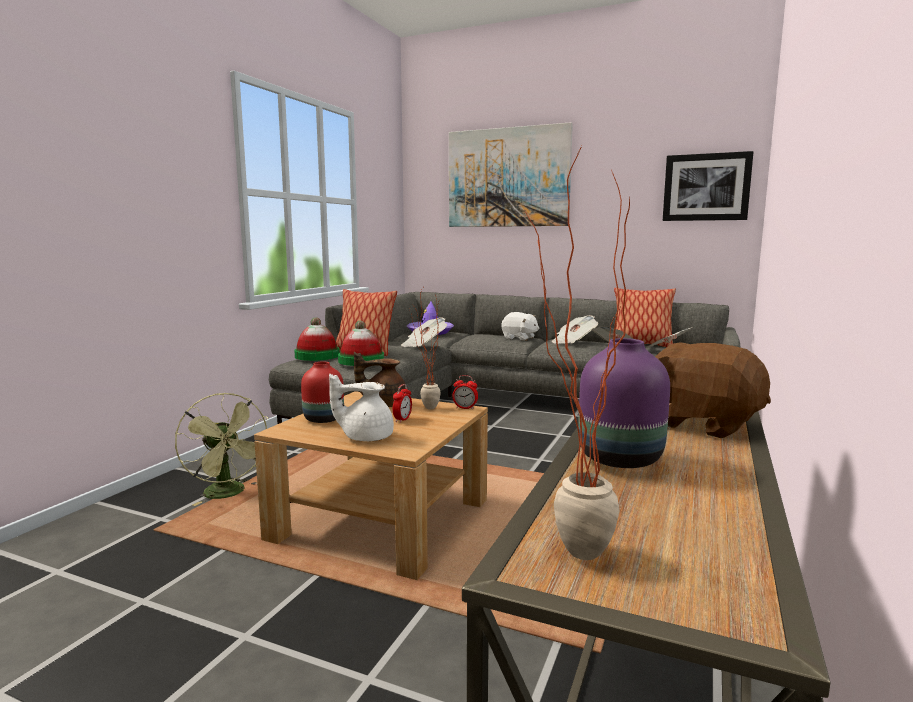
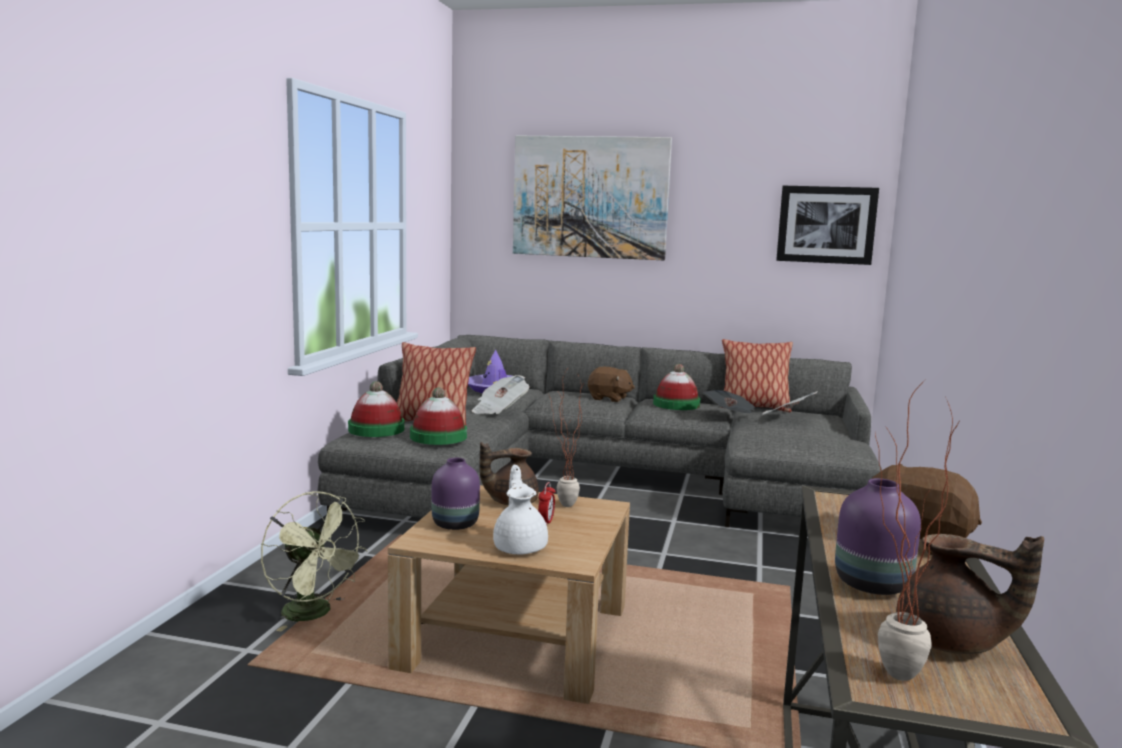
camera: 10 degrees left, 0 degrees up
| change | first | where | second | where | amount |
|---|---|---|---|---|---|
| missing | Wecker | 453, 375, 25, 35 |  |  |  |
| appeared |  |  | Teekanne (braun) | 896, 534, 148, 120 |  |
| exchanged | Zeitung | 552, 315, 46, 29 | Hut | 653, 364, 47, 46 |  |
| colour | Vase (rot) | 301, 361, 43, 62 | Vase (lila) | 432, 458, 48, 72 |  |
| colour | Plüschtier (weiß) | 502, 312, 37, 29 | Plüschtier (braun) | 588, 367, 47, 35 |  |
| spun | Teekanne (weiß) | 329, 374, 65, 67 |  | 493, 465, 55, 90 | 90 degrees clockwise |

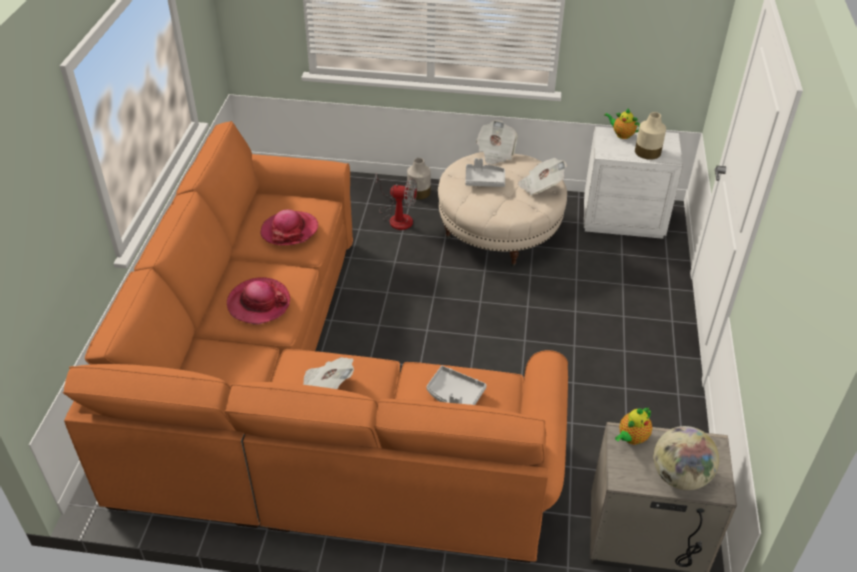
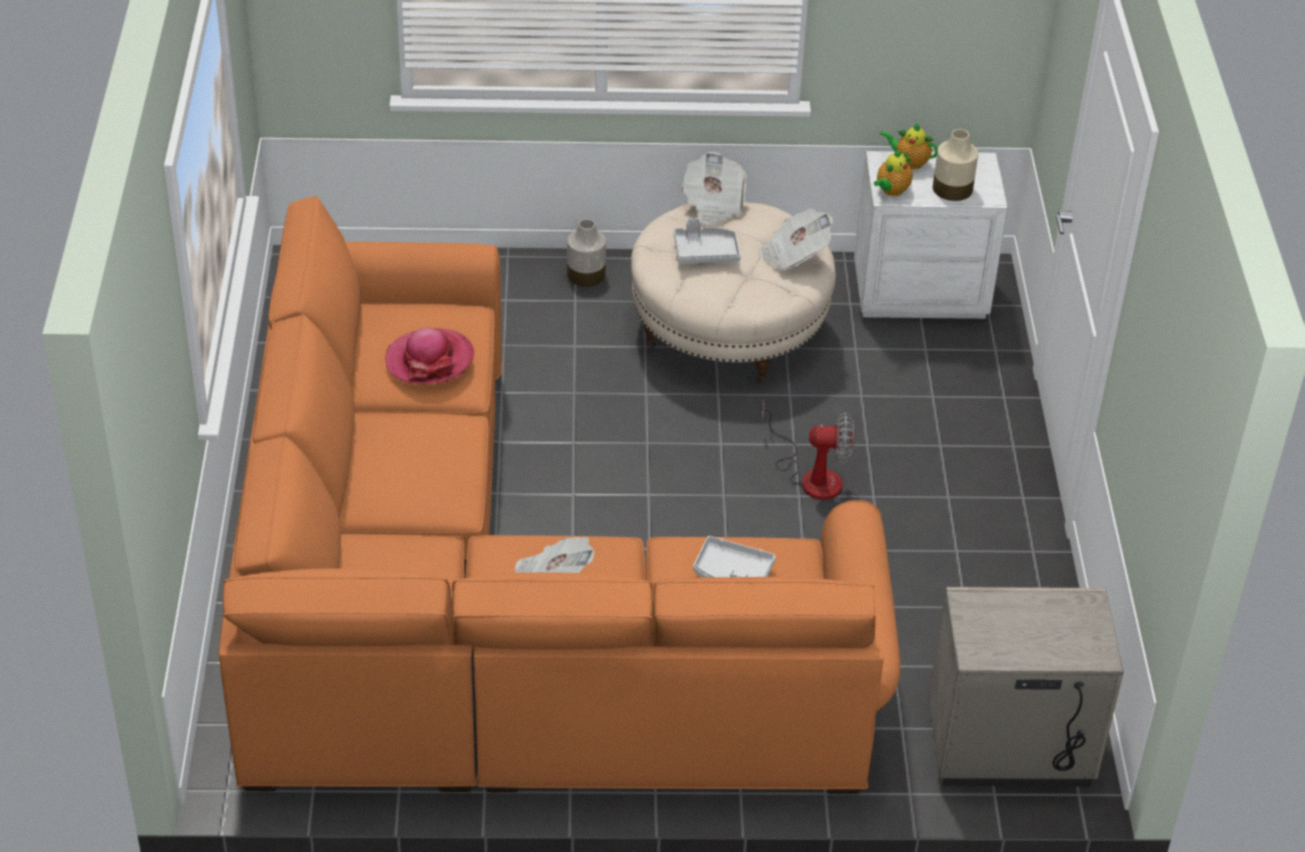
camera: 10 degrees left, 0 degrees up
| change | first | where | second | where | amount |
|---|---|---|---|---|---|
| missing | Hut | 227, 277, 63, 47 |  |  |  |
| missing | Globus | 654, 426, 65, 64 |  |  |  |
| relocated | Ventilator | 375, 174, 42, 56 |  | 763, 400, 91, 100 |  |
| relocated | Teekanne | 615, 407, 37, 38 |  | 874, 150, 39, 46 |  |

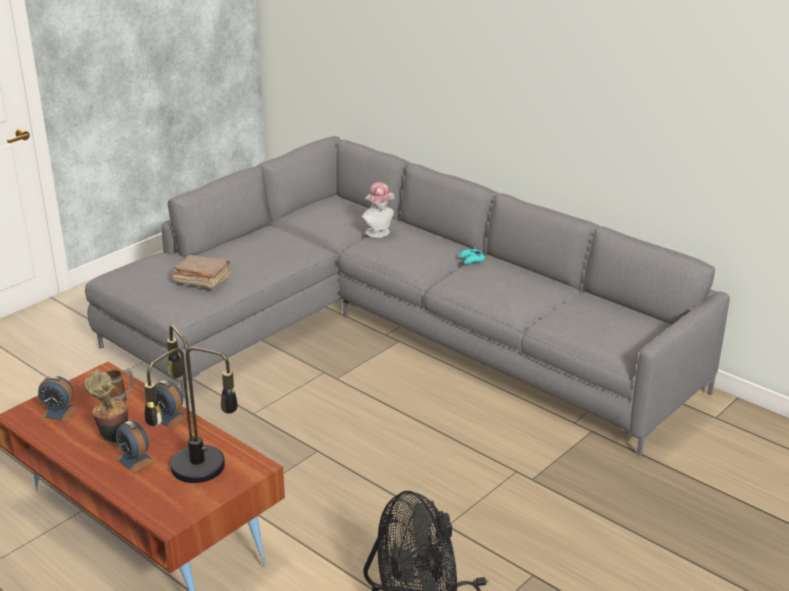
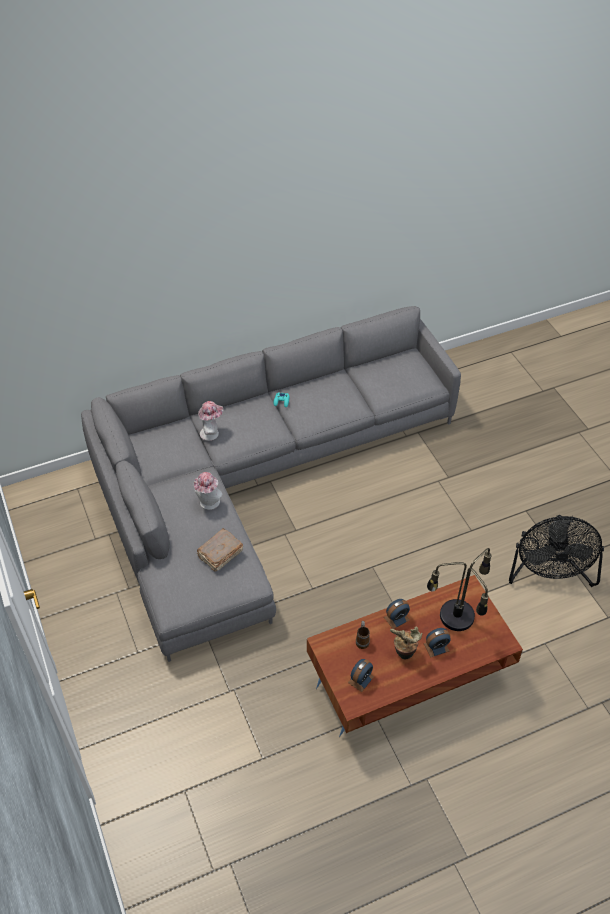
camera: 65 degrees left, 20 degrees up
| change | first | where | second | where | amount |
|---|---|---|---|---|---|
| appeared |  |  | Hut | 194, 472, 29, 38 |  |

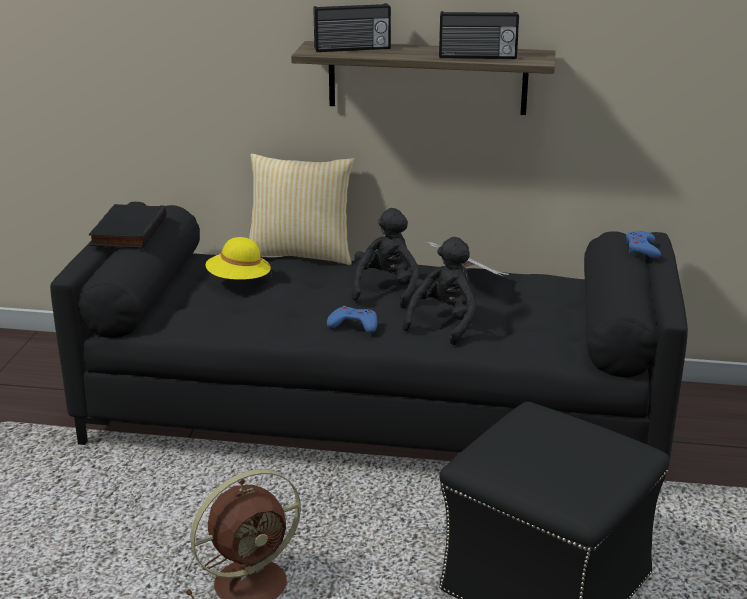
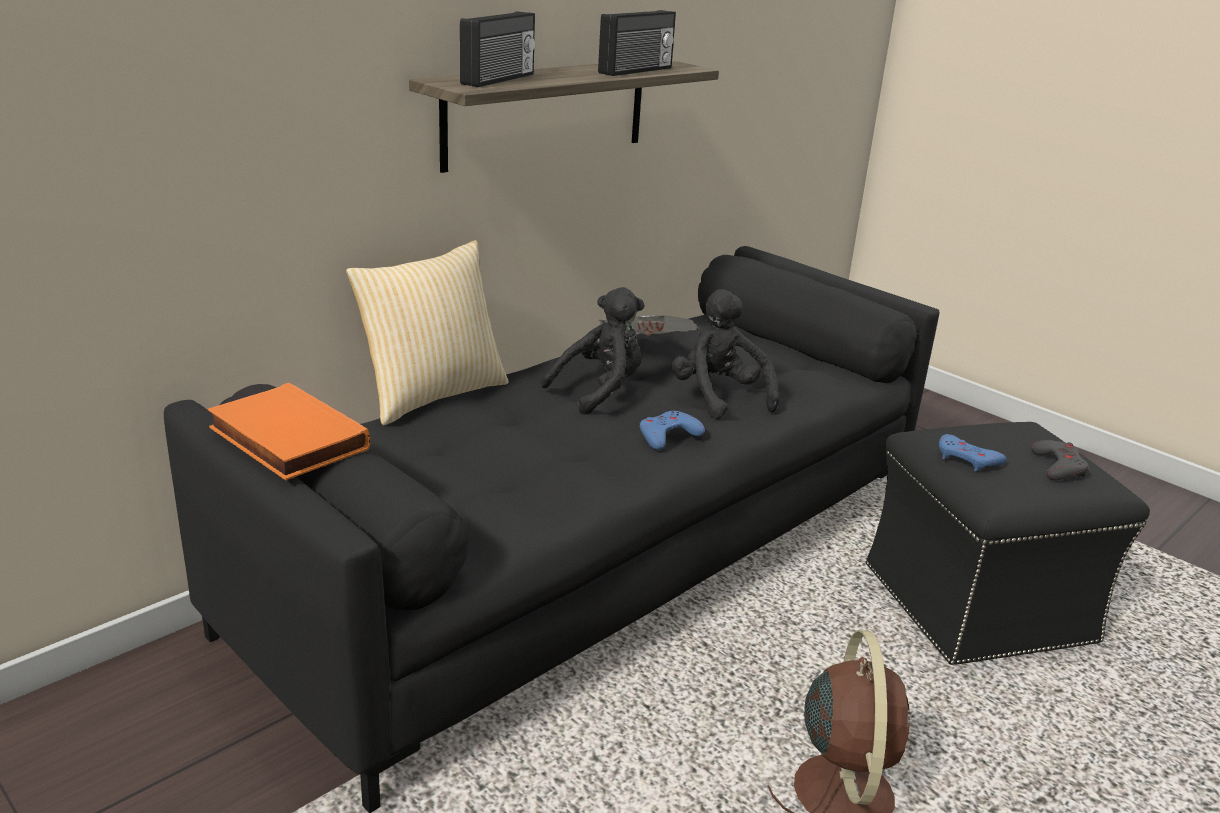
camera: 55 degrees left, 0 degrees up
| change | first | where | second | where | amount |
|---|---|---|---|---|---|
| missing | Hut (gelb) | 206, 237, 65, 43 |  |  |  |
| appeared |  |  | Gamepad (grau) | 1031, 440, 58, 40 |  |
| relocated | Gamepad (blau) | 626, 231, 35, 27 |  | 939, 434, 67, 37 |  |
| colour | Buch (schwarz) | 88, 204, 78, 45 | Buch (orange) | 208, 383, 162, 97 |  |
| spun | Plüschtier (schwarz) | 351, 208, 69, 100 |  | 541, 287, 104, 128 | 90 degrees clockwise |

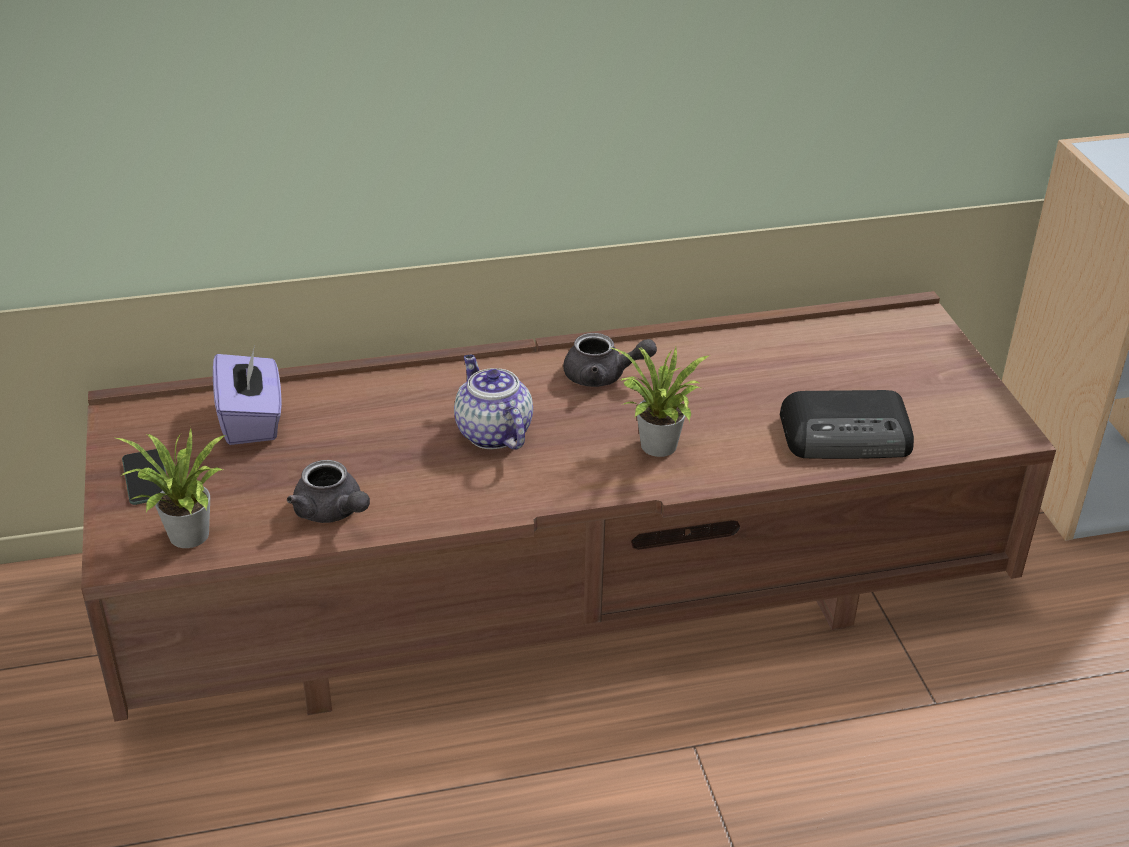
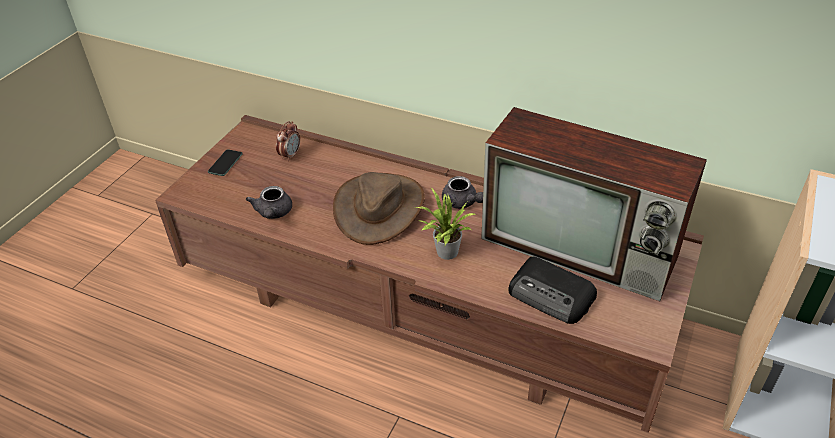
camera: 40 degrees right, 5 degrees up
| change | first | where | second | where | amount |
|---|---|---|---|---|---|
| missing | Topfpflanze | 116, 428, 109, 120 |  |  |  |
| appeared |  |  | Fernseher | 481, 107, 226, 194 |  |
| exchanged | Taschentuchbox (lila) | 213, 349, 69, 96 | Wecker | 276, 121, 24, 41 |  |
| exchanged | Teekanne | 454, 355, 79, 95 | Hut (braun) | 333, 172, 92, 73 |  |

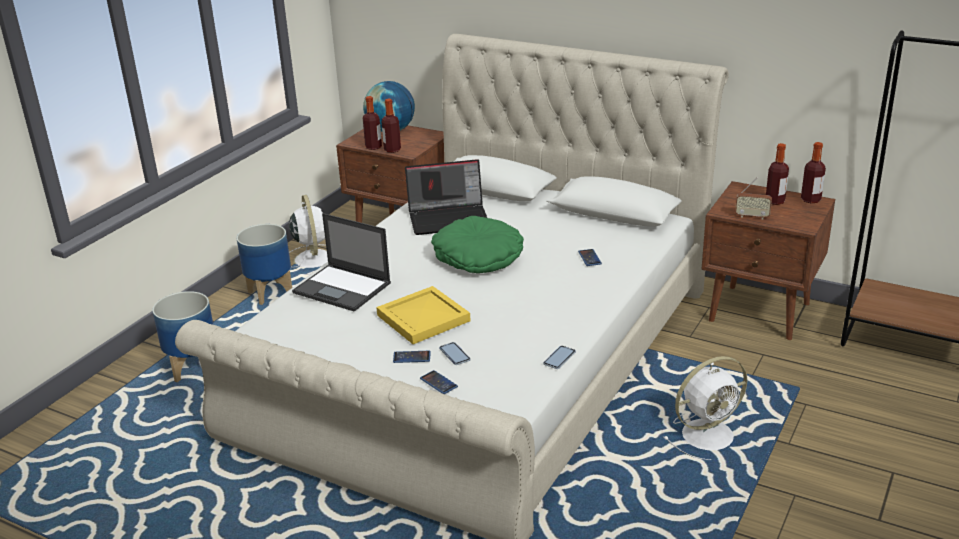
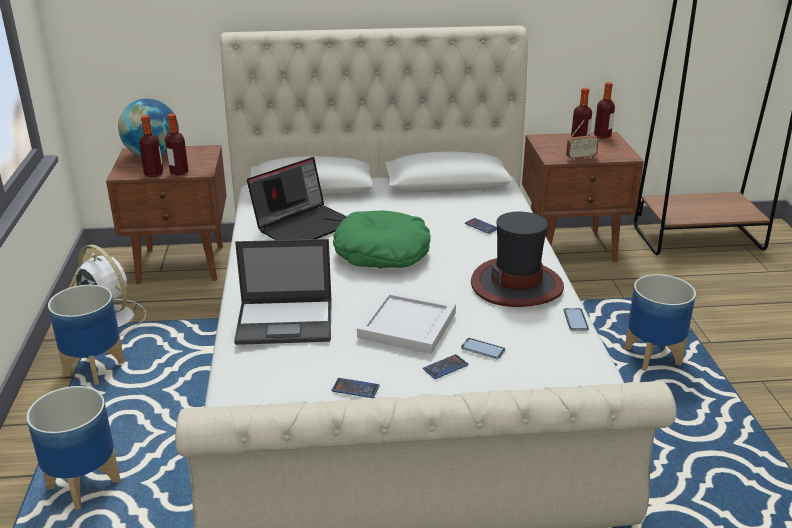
camera: 35 degrees left, 0 degrees up
| change | first | where | second | where | amount |
|---|---|---|---|---|---|
| appeared |  |  | Hut | 471, 211, 93, 96 |  |
| relocated | Handy | 420, 370, 38, 24 |  | 331, 378, 49, 20 |  |
| exchanged | Ventilator (weiß) | 664, 356, 83, 104 | Pflanzkübel | 624, 274, 72, 97 |  |
| colour | Tablett (gelb) | 376, 286, 94, 58 | Tablett (weiß) | 357, 290, 99, 64 |  |

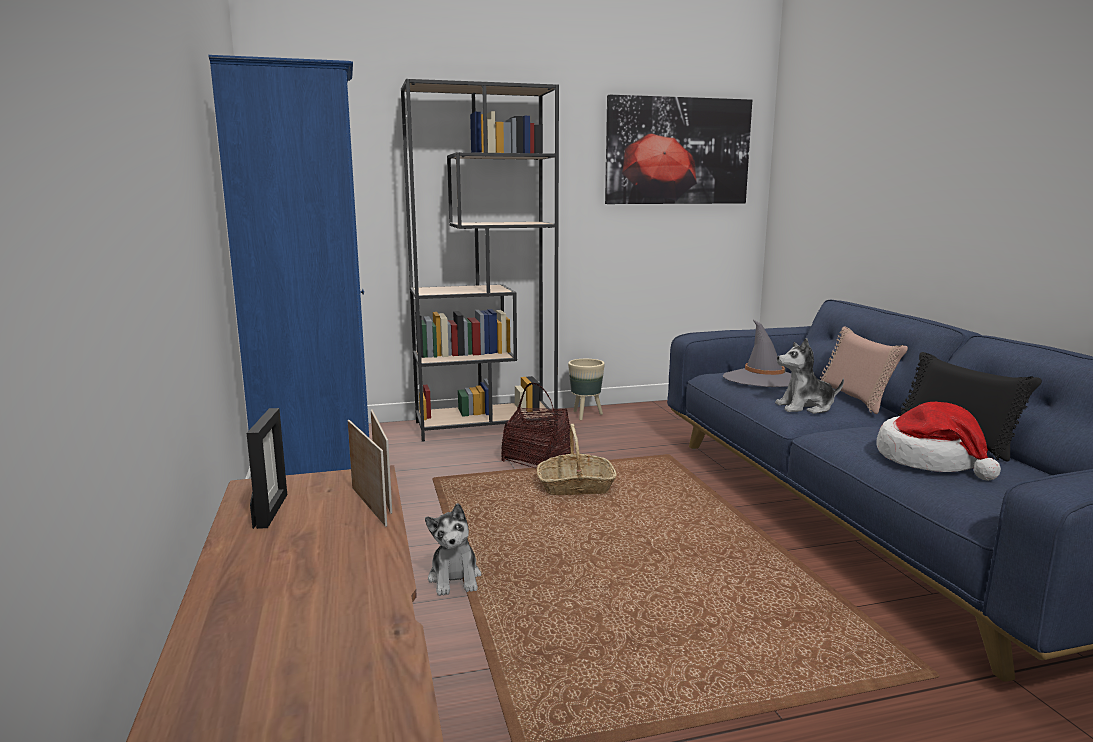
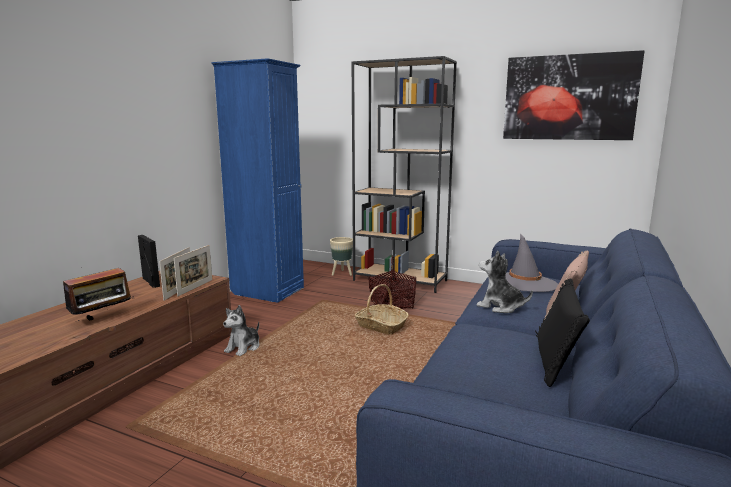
camera: 40 degrees right, 0 degrees up
| change | first | where | second | where | amount |
|---|---|---|---|---|---|
| missing | Hut | 876, 402, 125, 79 |  |  |  |
| appeared |  |  | Radio | 56, 267, 78, 55 |  |
| relocated | Pflanzkübel (beige) | 568, 359, 37, 61 |  | 330, 237, 23, 39 |  |
| spun | Bilderrahmen | 247, 408, 40, 121 |  | 138, 235, 22, 53 | 75 degrees counterclockwise |

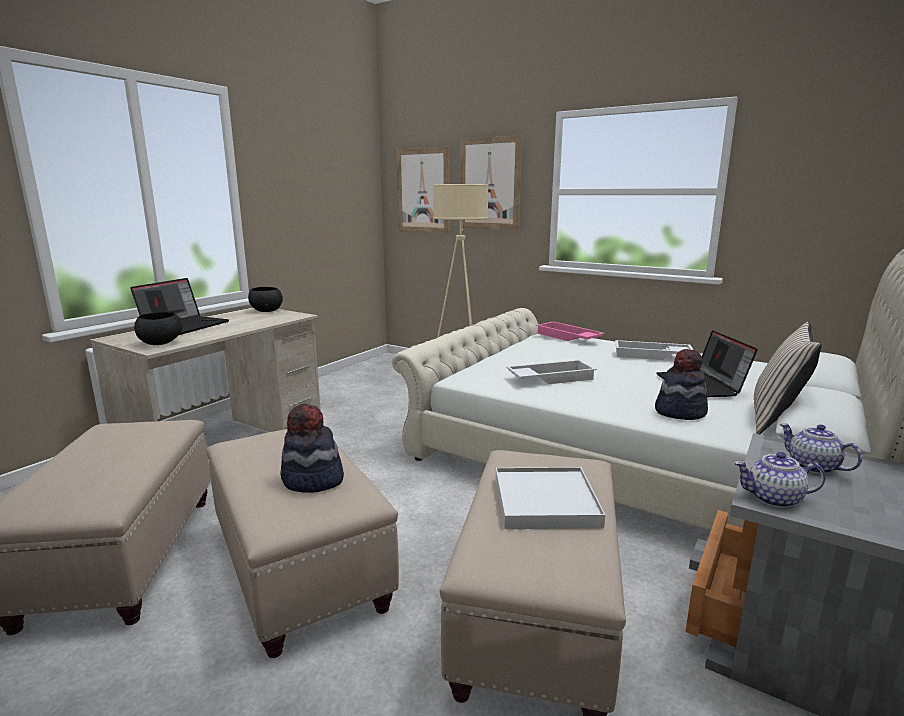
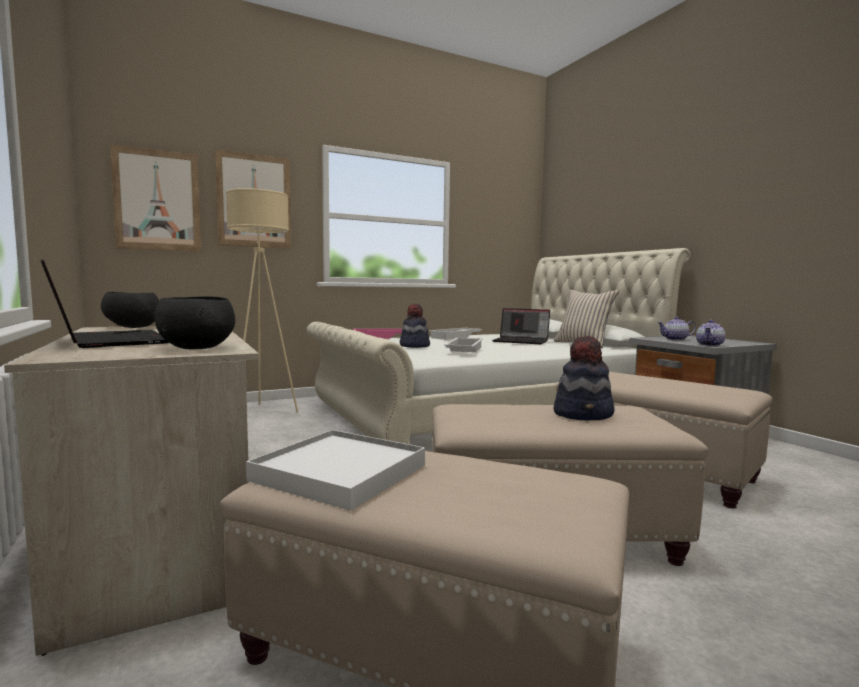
camera: 60 degrees left, 10 degrees down
| change | first | where | second | where | amount |
|---|---|---|---|---|---|
| relocated | Tablett (weiß) | 496, 467, 109, 62 |  | 246, 430, 179, 81 |  |
| relocated | Hut | 655, 349, 53, 71 |  | 400, 304, 30, 44 |  |

